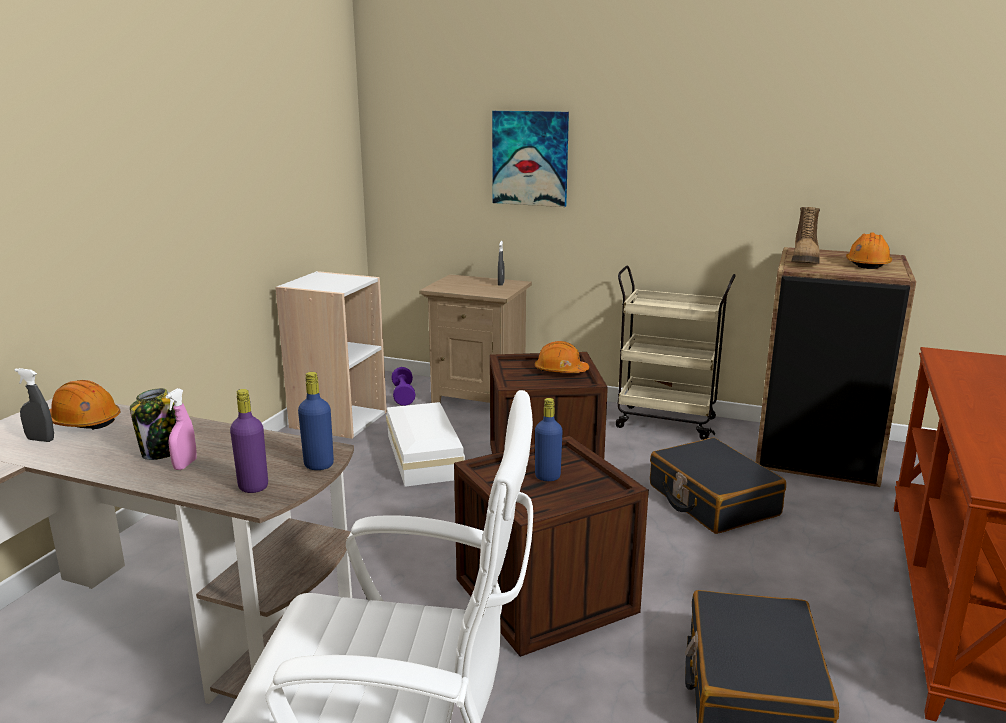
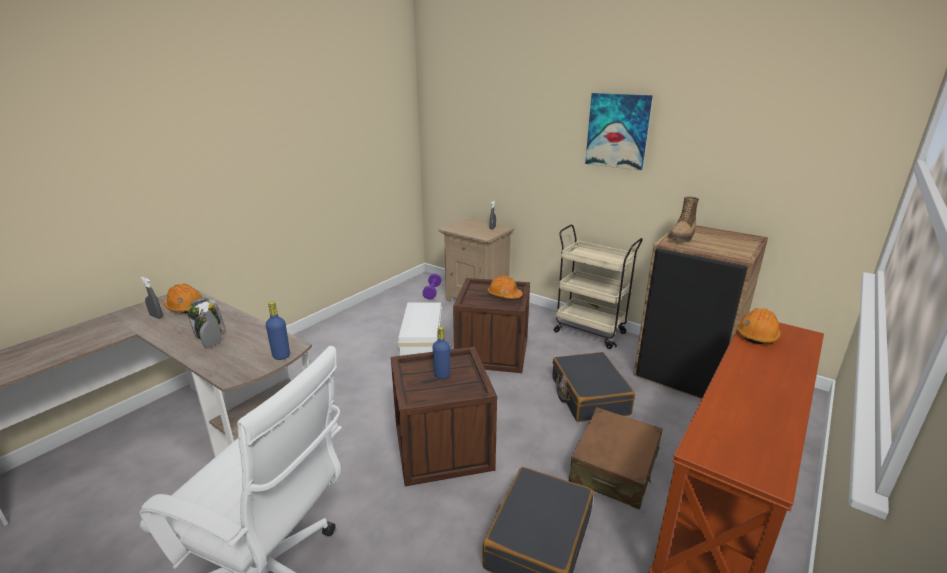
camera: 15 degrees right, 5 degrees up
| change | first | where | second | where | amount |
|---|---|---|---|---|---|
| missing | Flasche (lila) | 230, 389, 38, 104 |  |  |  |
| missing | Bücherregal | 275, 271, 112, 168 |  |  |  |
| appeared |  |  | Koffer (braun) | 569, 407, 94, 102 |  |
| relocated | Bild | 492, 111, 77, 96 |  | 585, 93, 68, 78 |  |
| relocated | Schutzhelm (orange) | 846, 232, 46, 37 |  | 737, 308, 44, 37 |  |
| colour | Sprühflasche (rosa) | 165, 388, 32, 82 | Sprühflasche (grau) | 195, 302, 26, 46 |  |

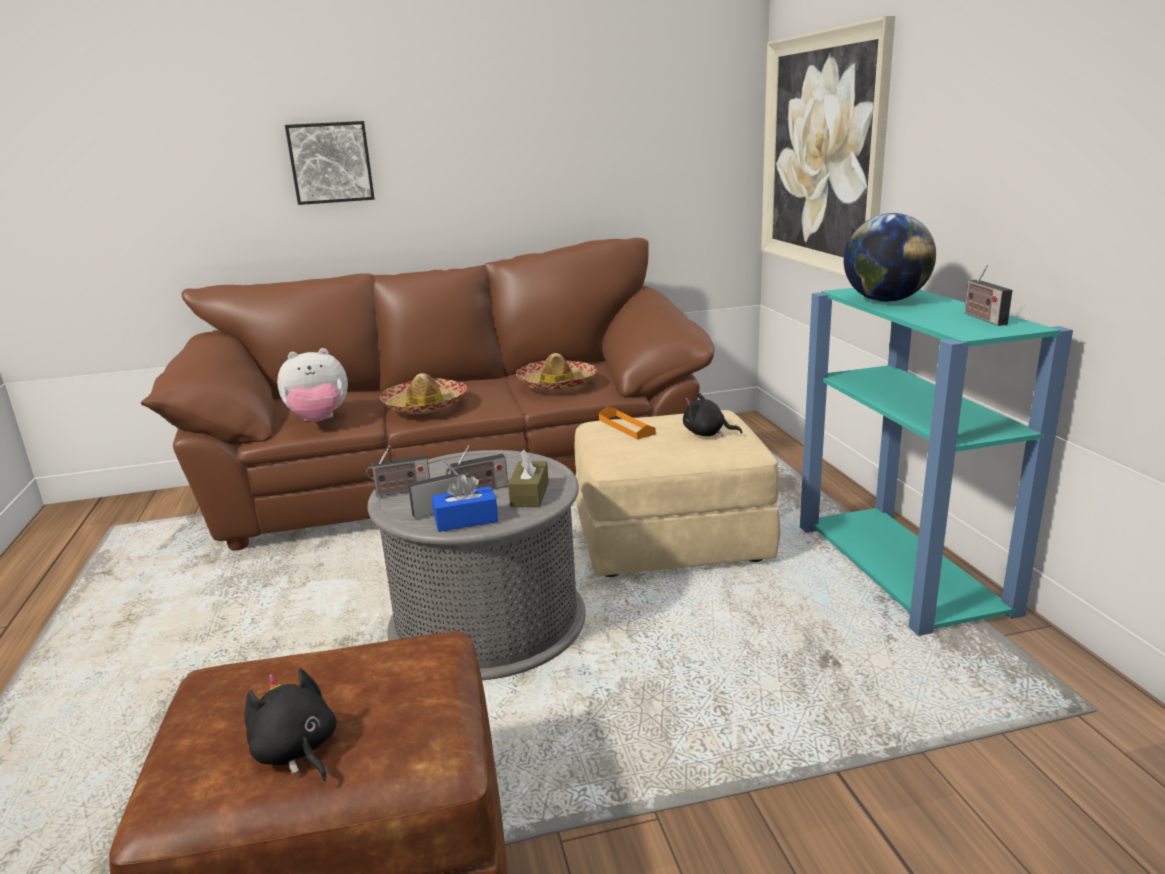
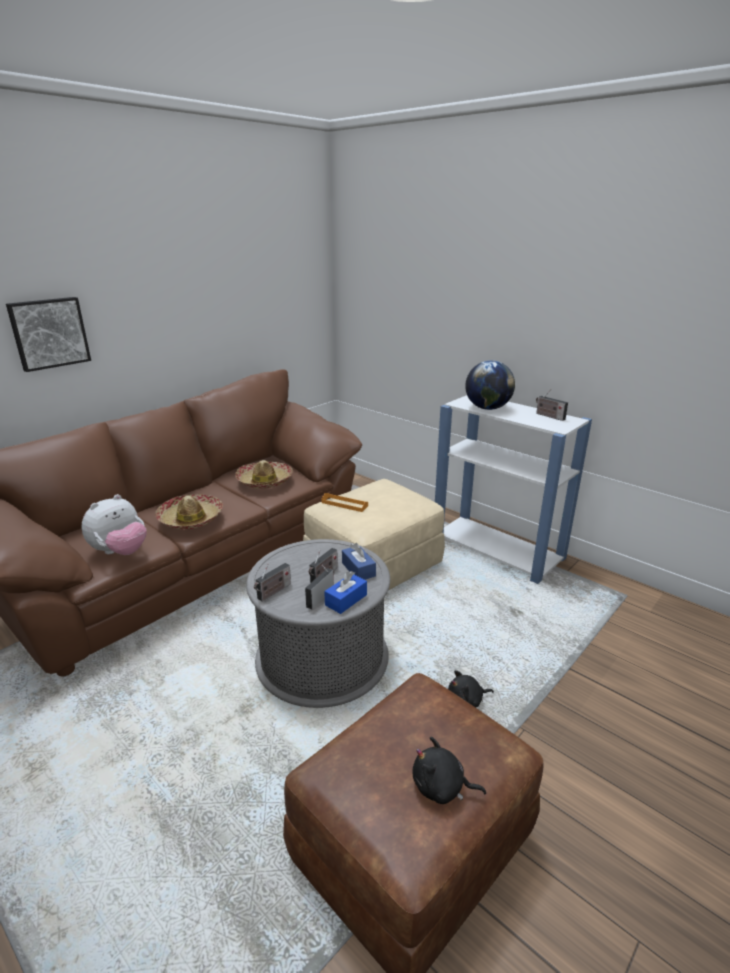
camera: 35 degrees left, 5 degrees up
| change | first | where | second | where | amount |
|---|---|---|---|---|---|
| missing | Bild | 761, 16, 134, 261 |  |  |  |
| relocated | Plüschtier (schwarz) | 683, 393, 59, 43 |  | 448, 670, 46, 38 |  |
| colour | Taschentuchbox (braun) | 508, 450, 41, 57 | Taschentuchbox (blau) | 342, 543, 34, 37 |  |
| colour | Bücherregal (türkis) | 800, 288, 273, 348 | Bücherregal (weiß) | 435, 395, 157, 189 |  |

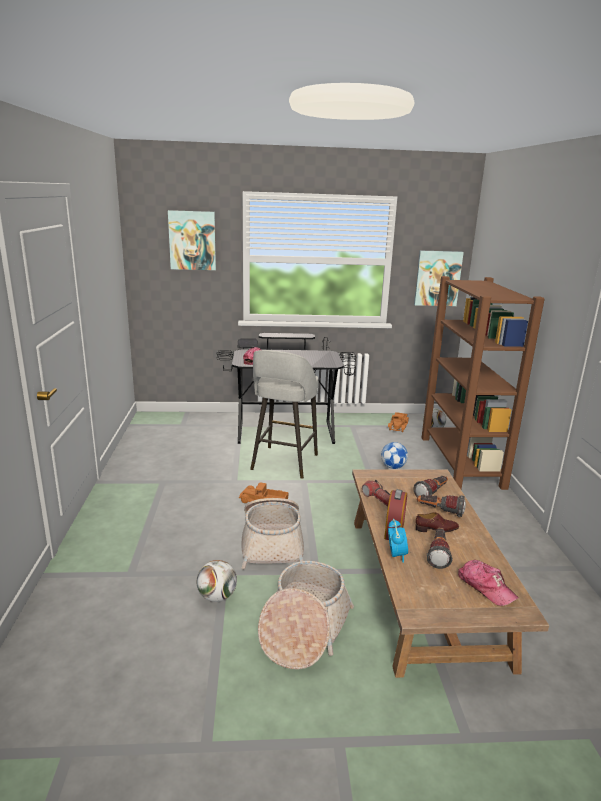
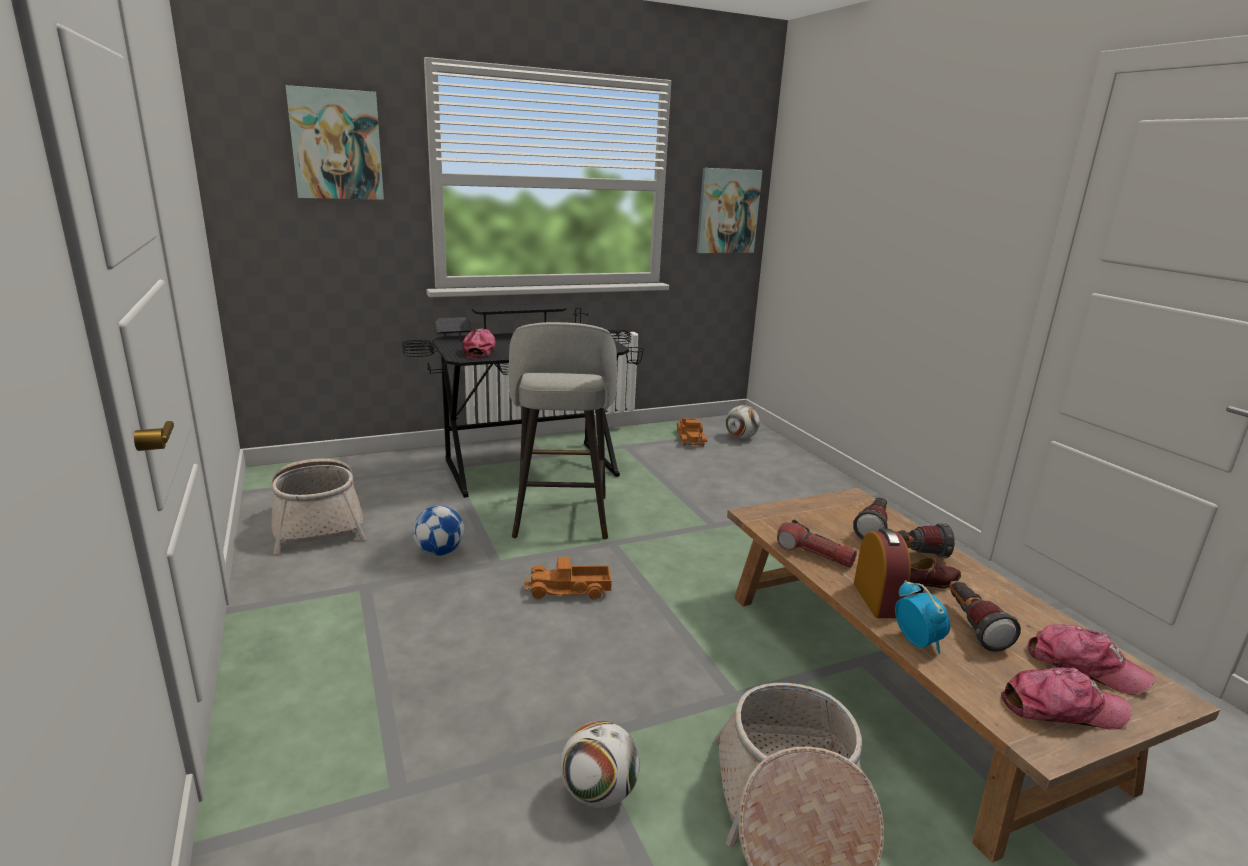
camera: 20 degrees left, 0 degrees up
| change | first | where | second | where | amount |
|---|---|---|---|---|---|
| missing | Bücherregal (braun) | 422, 276, 123, 214 |  |  |  |
| appeared |  |  | Kappe | 1001, 667, 131, 63 |  |
| relocated | Korb | 241, 498, 63, 72 |  | 271, 459, 95, 95 |  |
| relocated | Fußball | 381, 442, 27, 27 |  | 413, 506, 51, 50 |  |

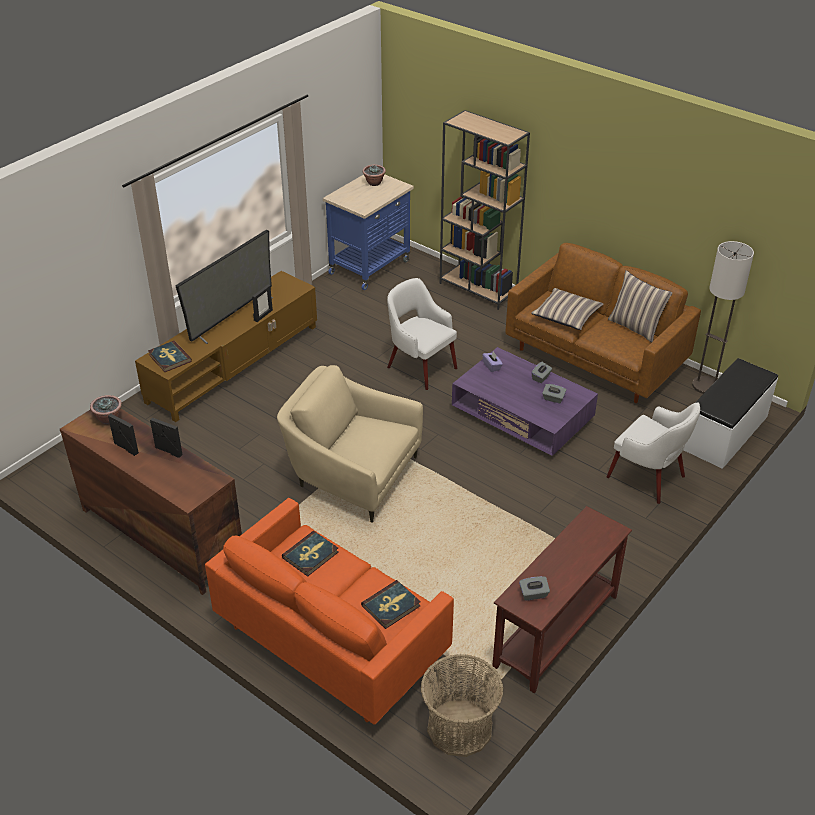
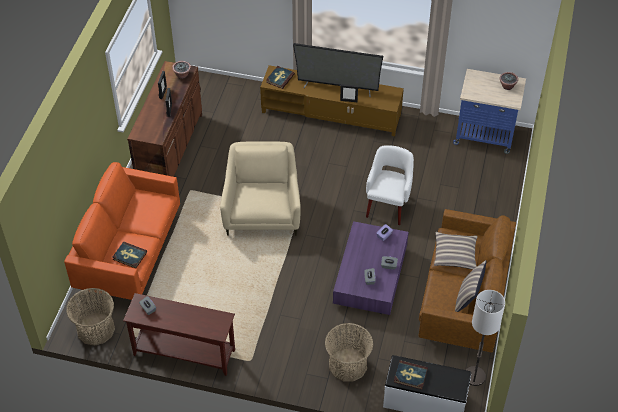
camera: 65 degrees right, 10 degrees up
| change | first | where | second | where | amount |
|---|---|---|---|---|---|
| missing | Bücherregal | 440, 110, 90, 200 |  |  |  |
| relocated | Buch | 282, 531, 56, 46 |  | 394, 360, 34, 29 |  |
| exchanged | Sessel (weiß) | 607, 403, 93, 101 | Korb | 325, 323, 48, 59 |  |

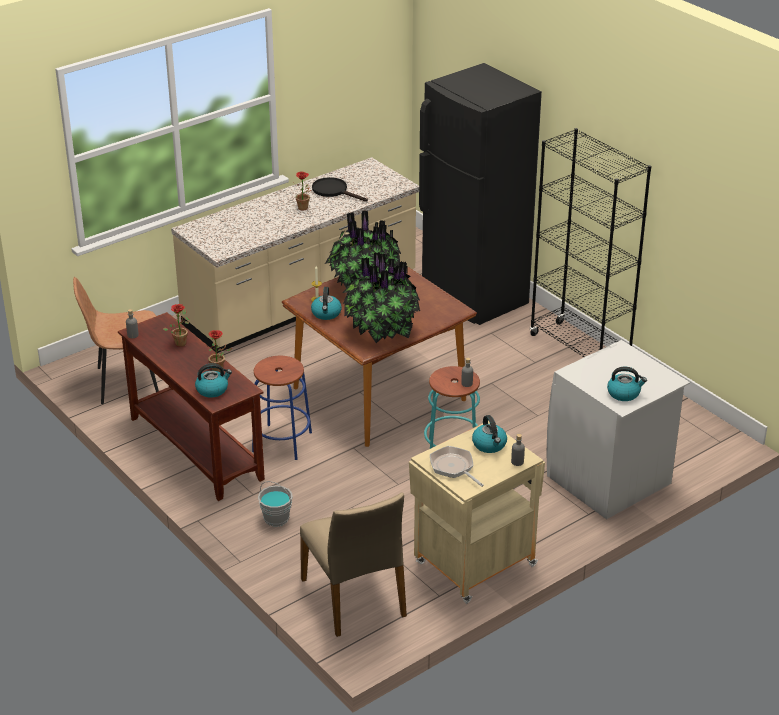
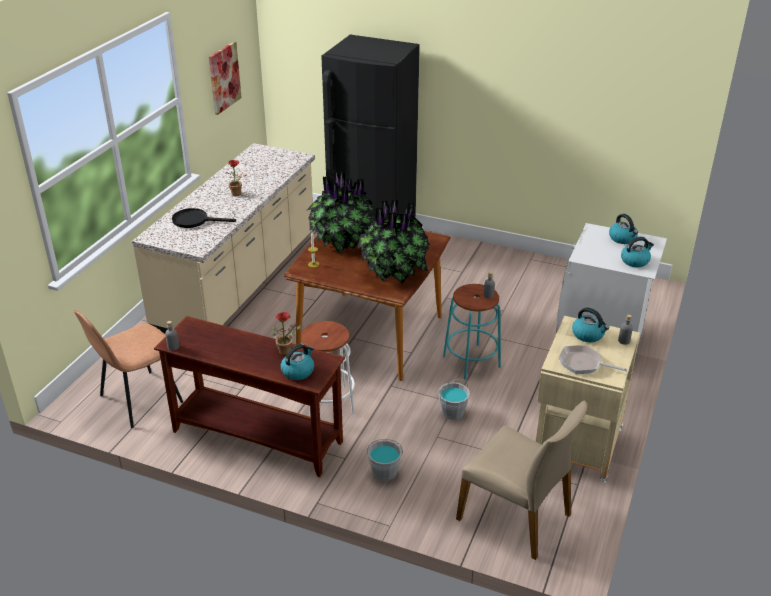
camera: 30 degrees left, 0 degrees up
| change | first | where | second | where | amount |
|---|---|---|---|---|---|
| missing | Topfpflanze | 163, 304, 27, 43 |  |  |  |
| missing | Bücherregal (schwarz) | 530, 128, 121, 228 |  |  |  |
| appeared |  |  | Bild | 209, 41, 33, 74 |  |
| appeared |  |  | Eimer (grau) | 438, 379, 32, 41 |  |
| relocated | Wasserkessel | 311, 287, 31, 33 |  | 609, 214, 29, 30 |  |
| relocated | Pfanne (schwarz) | 312, 177, 56, 25 |  | 172, 208, 64, 20 |  |
| colour | Hocker (blau) | 252, 356, 60, 104 | Hocker (weiß) | 301, 321, 54, 96 |  |

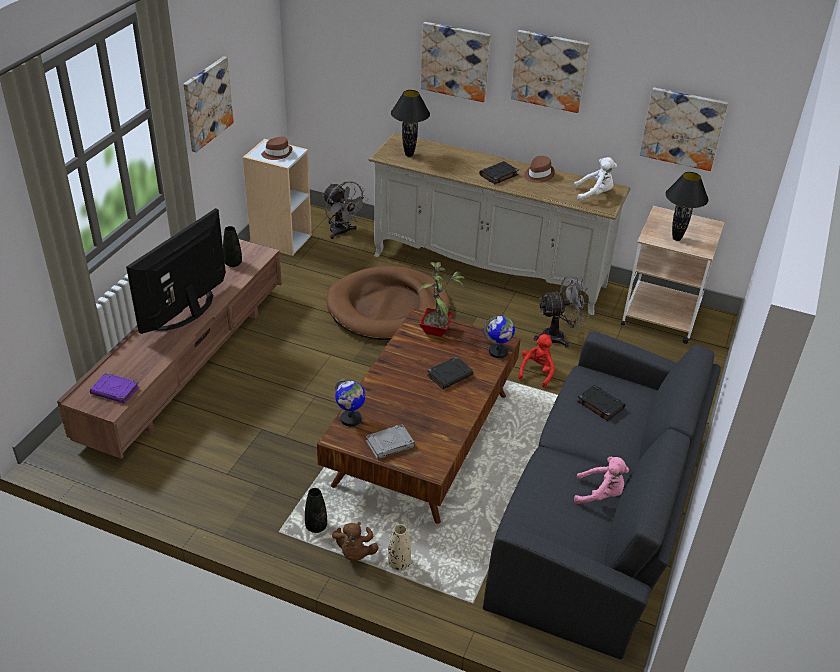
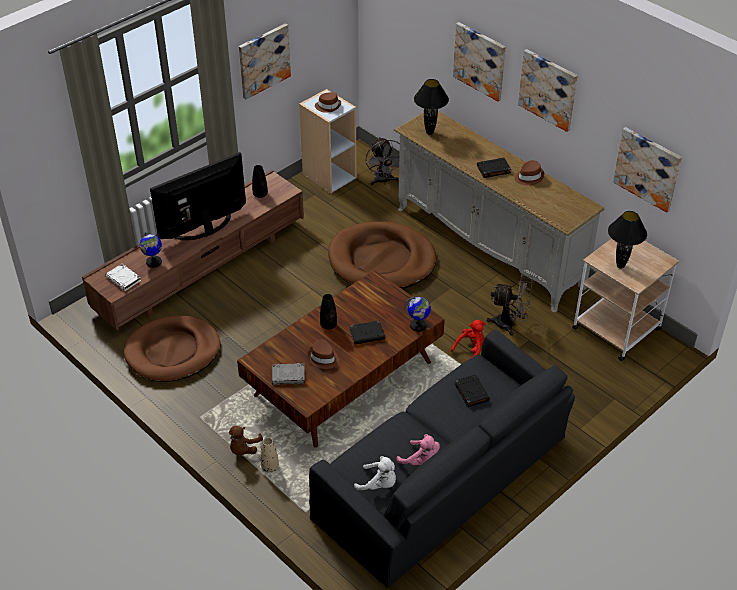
camera: 25 degrees right, 5 degrees up
| change | first | where | second | where | amount |
|---|---|---|---|---|---|
| missing | Topfpflanze | 418, 262, 48, 75 |  |  |  |
| appeared |  |  | Hundebett (braun) | 124, 315, 97, 67 |  |
| appeared |  |  | Hut (braun) | 308, 339, 31, 30 |  |
| relocated | Vase (schwarz) | 305, 488, 22, 45 |  | 320, 294, 17, 35 |  |
| relocated | Globus | 335, 378, 30, 49 |  | 140, 232, 22, 36 |  |
| relocated | Plüschtier (weiß) | 574, 157, 43, 44 |  | 354, 456, 42, 34 |  |
| colour | Buch (lila) | 90, 373, 49, 31 | Buch (weiß) | 106, 264, 35, 27 |  |

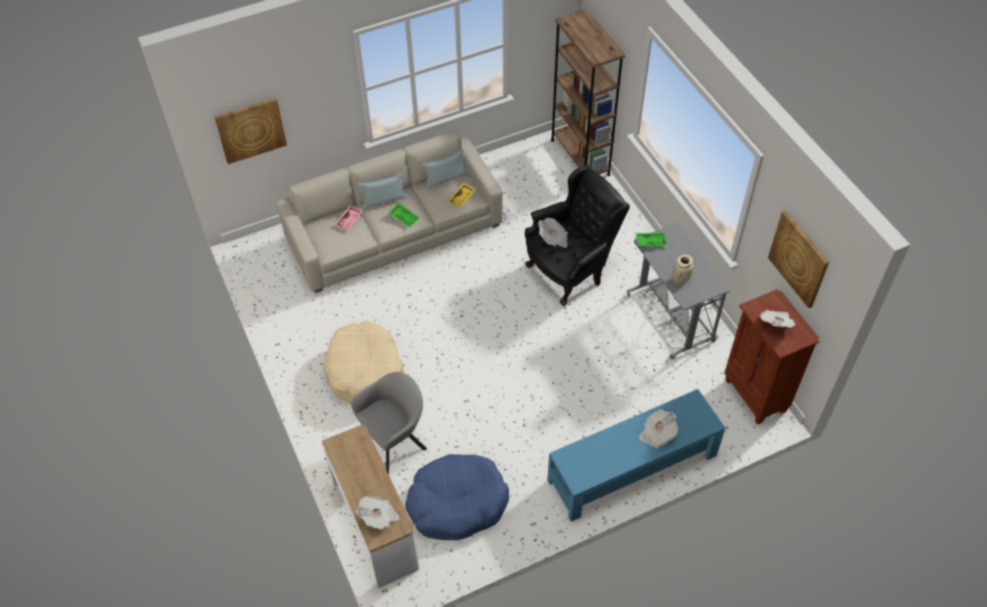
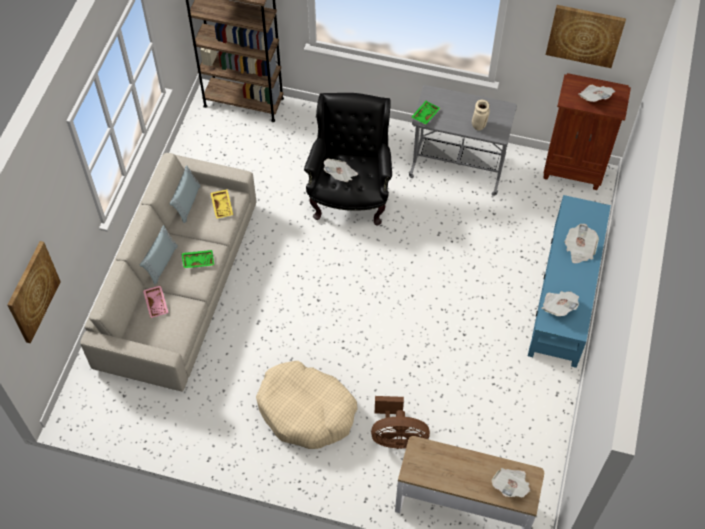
camera: 50 degrees left, 5 degrees up
| change | first | where | second | where | amount |
|---|---|---|---|---|---|
| missing | Hundebett (blau) | 405, 454, 104, 86 |  |  |  |
| appeared |  |  | Zeitung | 542, 291, 37, 25 |  |
| exchanged | Sessel (grau) | 351, 372, 76, 102 | Ventilator (braun) | 371, 396, 59, 53 |  |

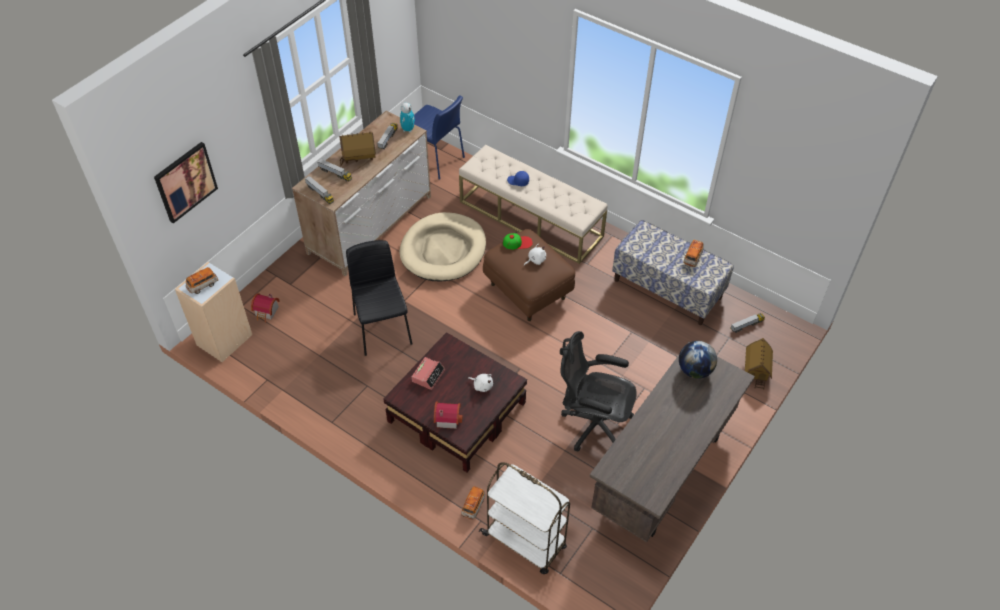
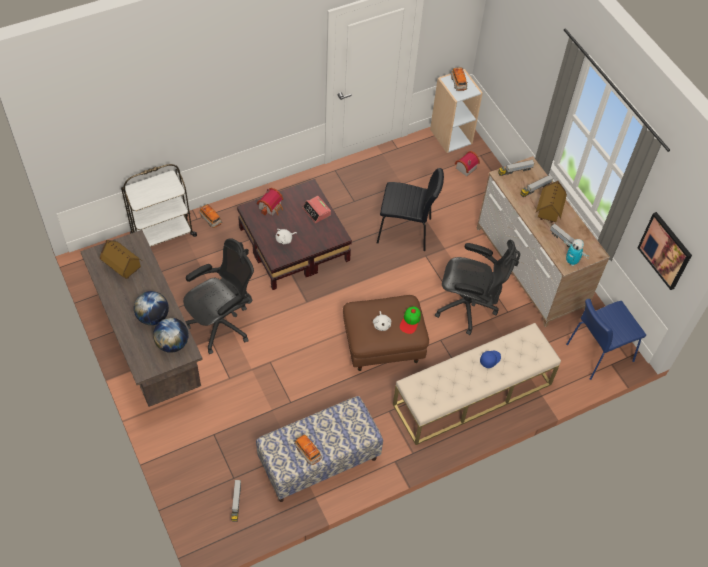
camera: 115 degrees right, 5 degrees up
| change | first | where | second | where | amount |
|---|---|---|---|---|---|
| appeared |  |  | Globus | 134, 291, 35, 34 |  |
| relocated | Bild | 154, 142, 64, 81 |  | 638, 212, 54, 78 |  |
| relocated | Spielzeughaus | 745, 338, 28, 52 |  | 100, 240, 42, 39 |  |
| exchanged | Hundebett (beige) | 400, 212, 86, 69 | Bürostuhl | 435, 240, 85, 95 |  |

